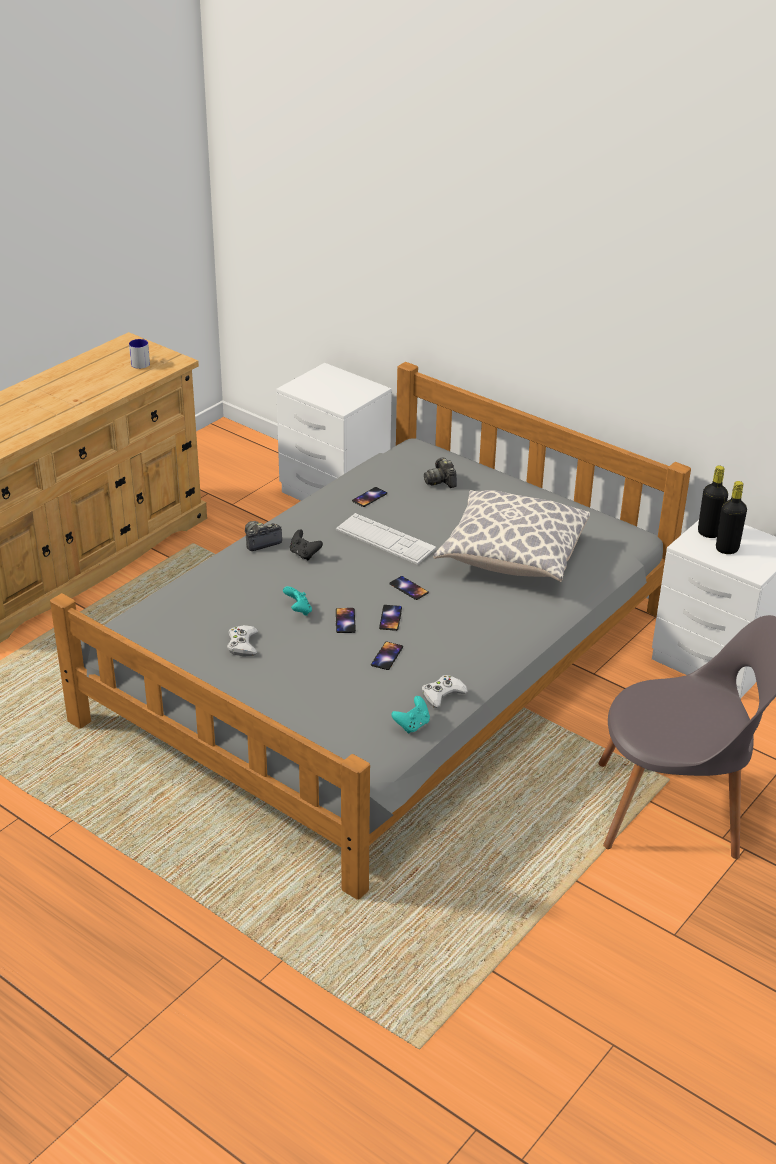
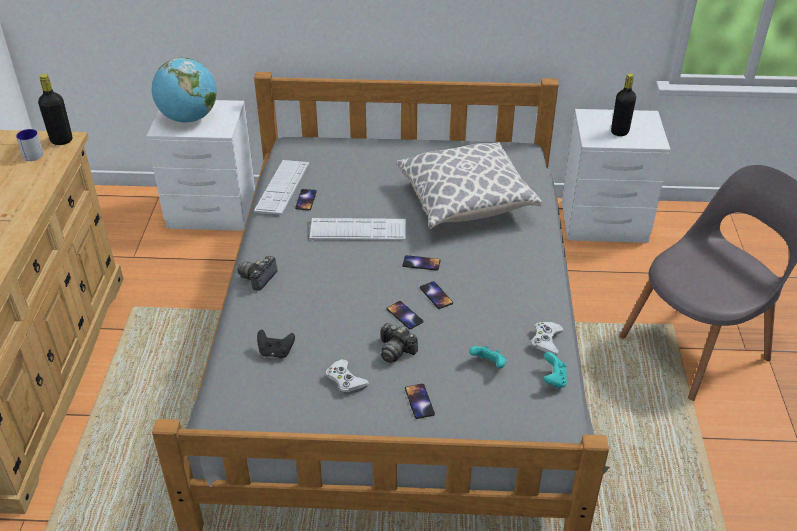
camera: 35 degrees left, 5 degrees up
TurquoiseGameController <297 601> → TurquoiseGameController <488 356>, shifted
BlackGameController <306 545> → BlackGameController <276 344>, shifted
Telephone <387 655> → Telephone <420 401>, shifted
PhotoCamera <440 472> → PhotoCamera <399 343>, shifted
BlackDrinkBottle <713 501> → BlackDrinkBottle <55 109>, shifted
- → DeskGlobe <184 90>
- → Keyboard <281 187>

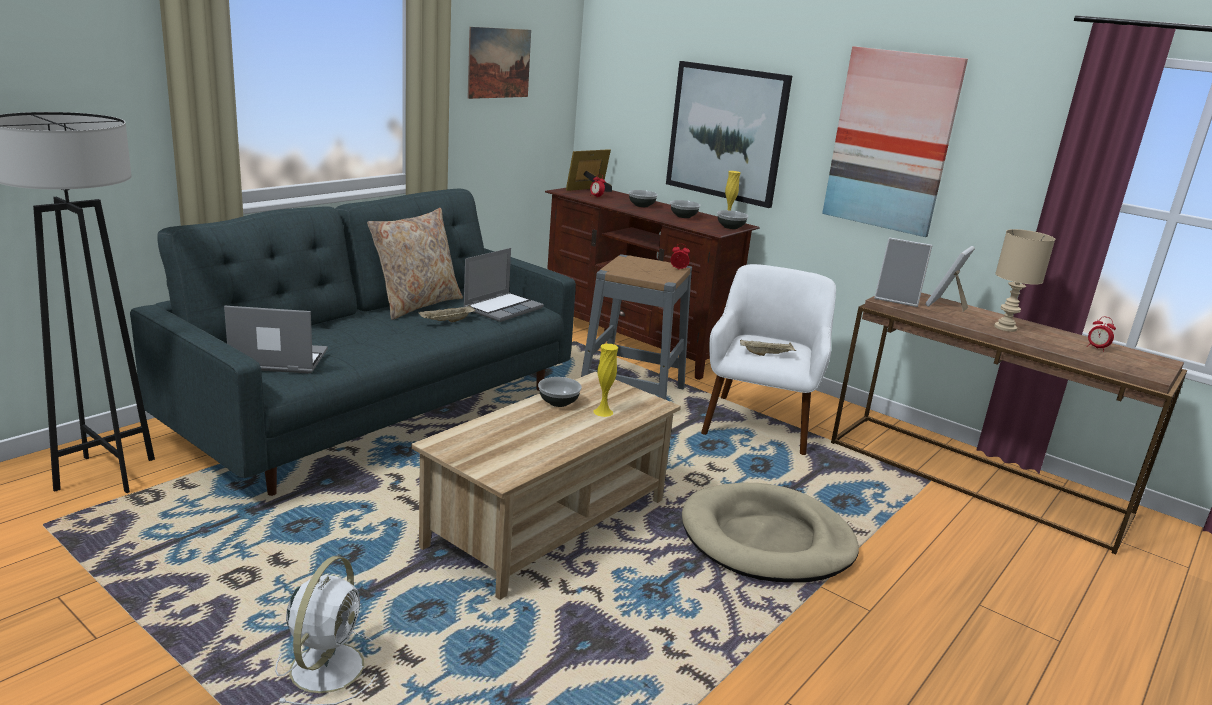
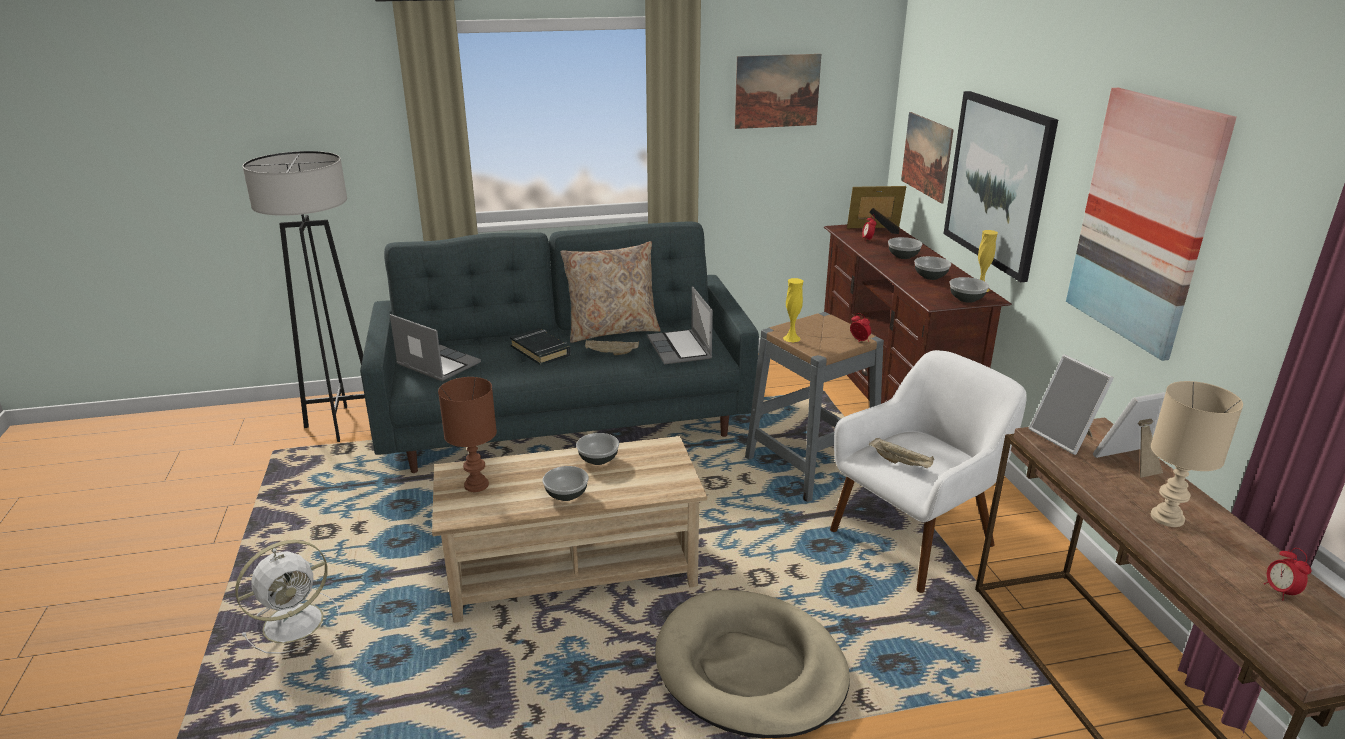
camera: 40 degrees right, 5 degrees up
NotebookComputer <503 285> → NotebookComputer <680 325>, 90 degrees clockwise
YellowColouredDecorativeVase <606 380> → YellowColouredDecorativeVase <793 310>, shifted
- → BrownishLampForATable <467 434>
- → BlackVolume <540 347>
- → ServingBowl <566 483>
- → WallArt <927 157>

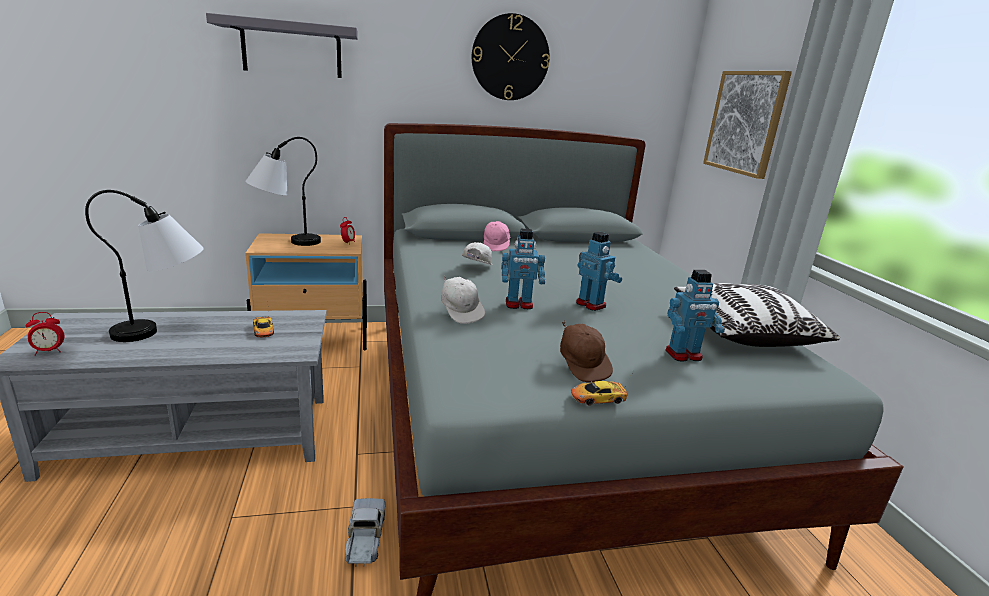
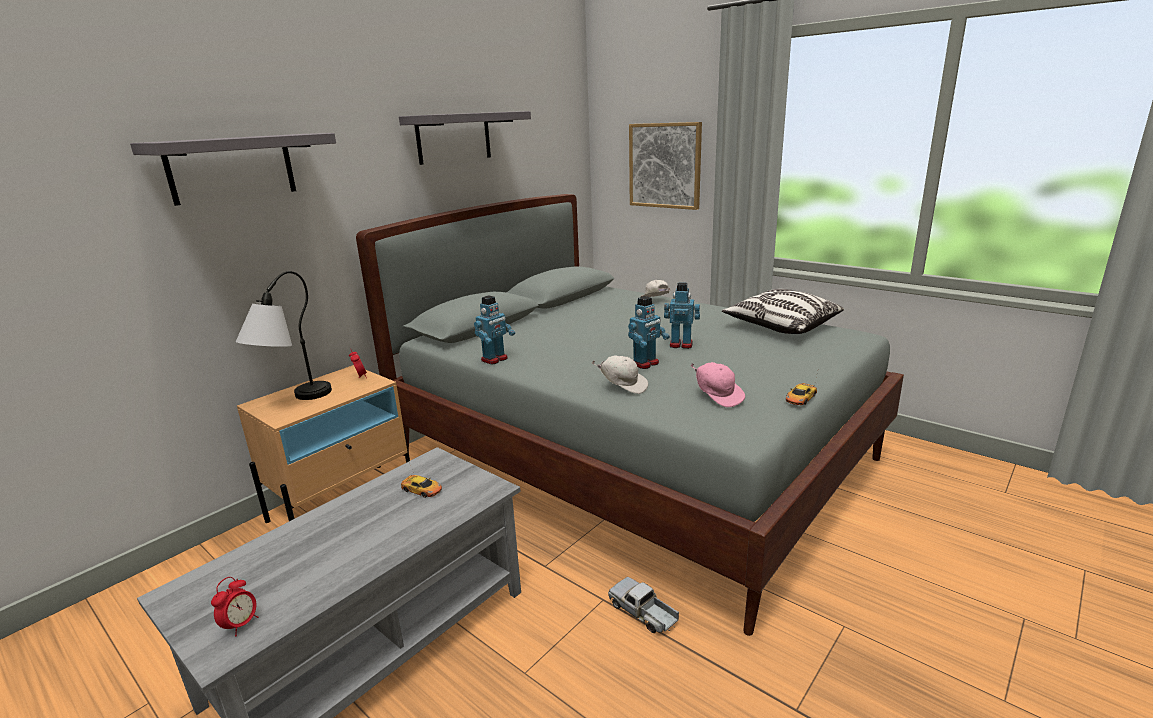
camera: 35 degrees left, 0 degrees up
LampForATable <144 266> → -
WhiteColouredCap <477 253> → WhiteColouredCap <655 288>, shifted
WallClock <511 56> → GreyWallShelf <465 138>
PinkishCap <497 236> → PinkishCap <717 384>, shifted
BrownishCap <586 351> → -
RobotFigure <695 315> → RobotFigure <494 329>, shifted

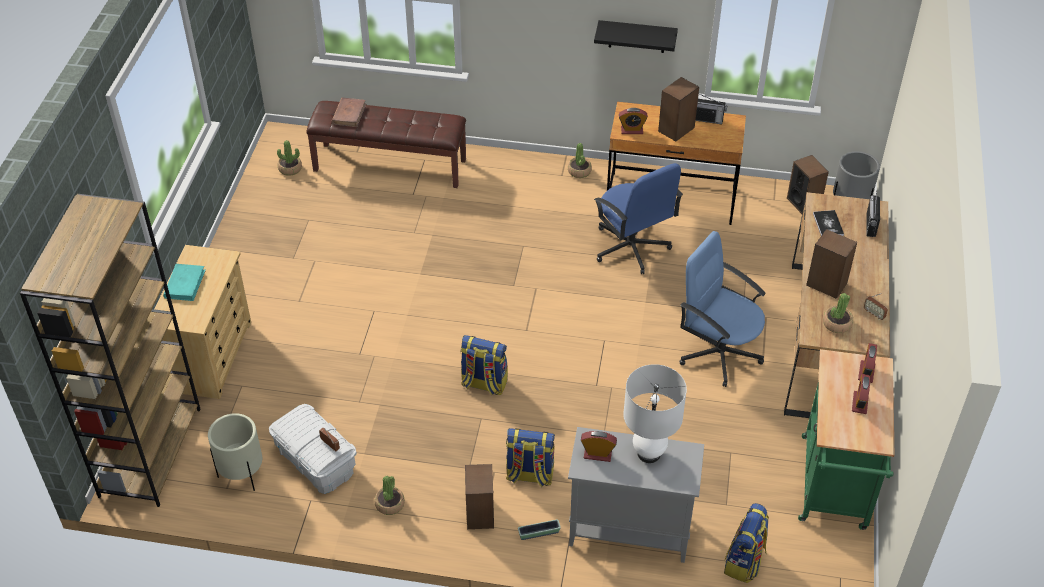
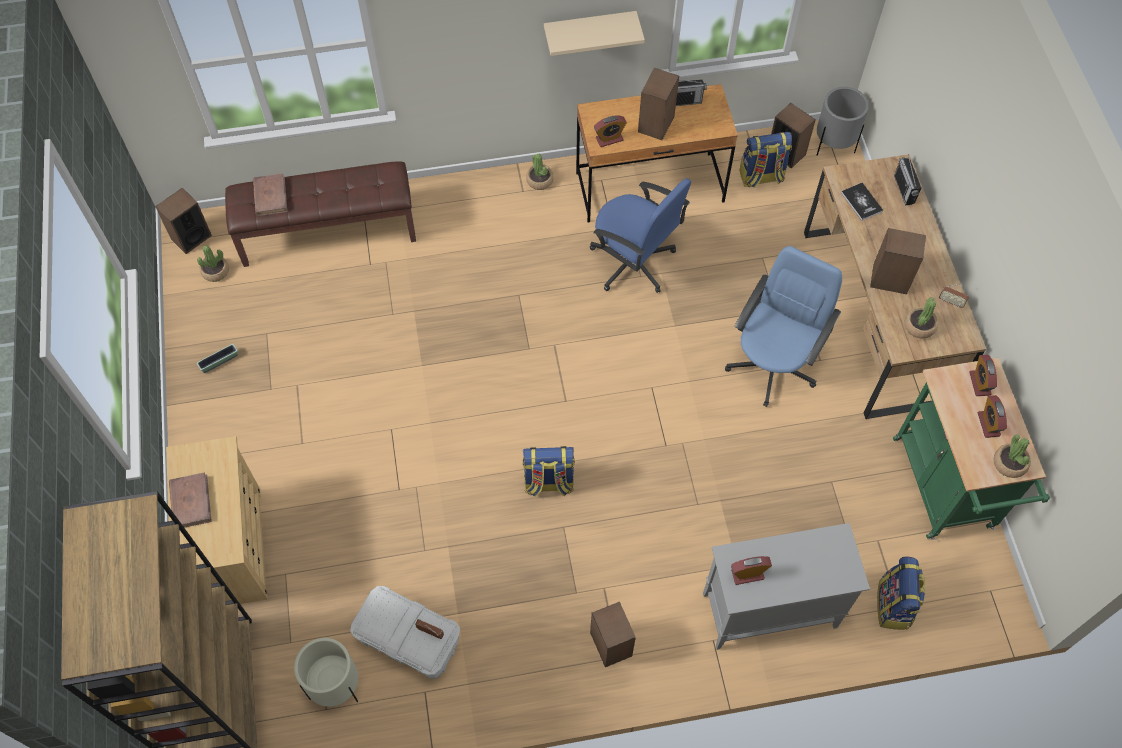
camera: 20 degrees left, 15 degrees up
TurquoiseVolume <184 282> → BrownishVolume <190 500>
Houseplant <389 495> → Houseplant <1012 456>, shifted
Knapsack <530 457> → Knapsack <766 160>, shifted
PlantPot <539 529> → PlantPot <217 358>, shifted
BlackWallShelf <636 36> → BeigeWallShelf <594 33>
WhiteColouredLampForATable <655 413> → -
BlueColouredOfficeChair <723 309> → BlueColouredOfficeChair <783 326>, 105 degrees clockwise
- → AudioSpeaker <183 221>

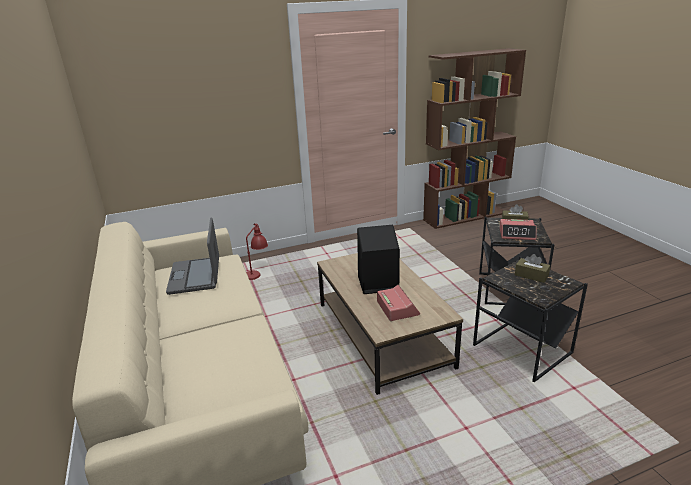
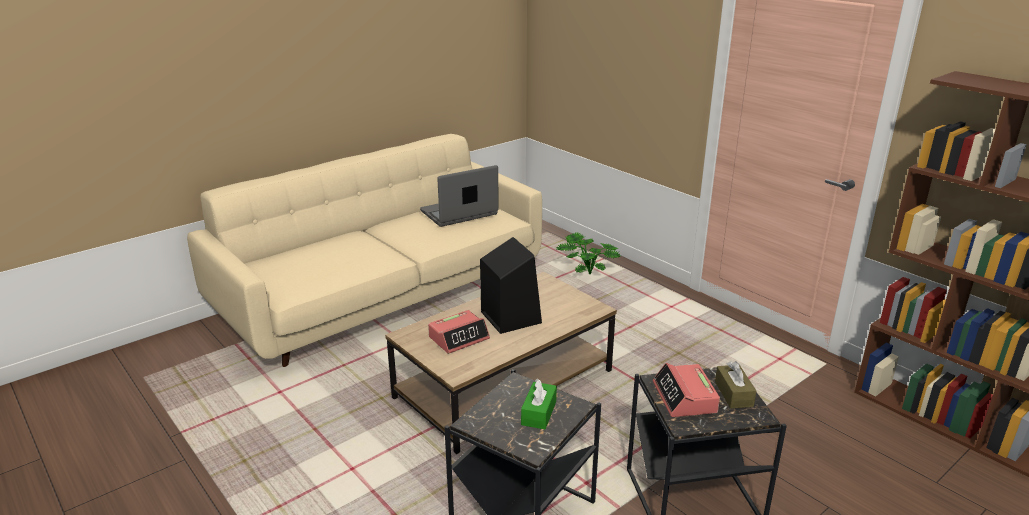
camera: 70 degrees right, 0 degrees up
ReddishLampForATable <257 251> → Houseplant <588 253>
BrownishBoxOfTissues <532 268> → GreenishBoxOfTissues <539 404>

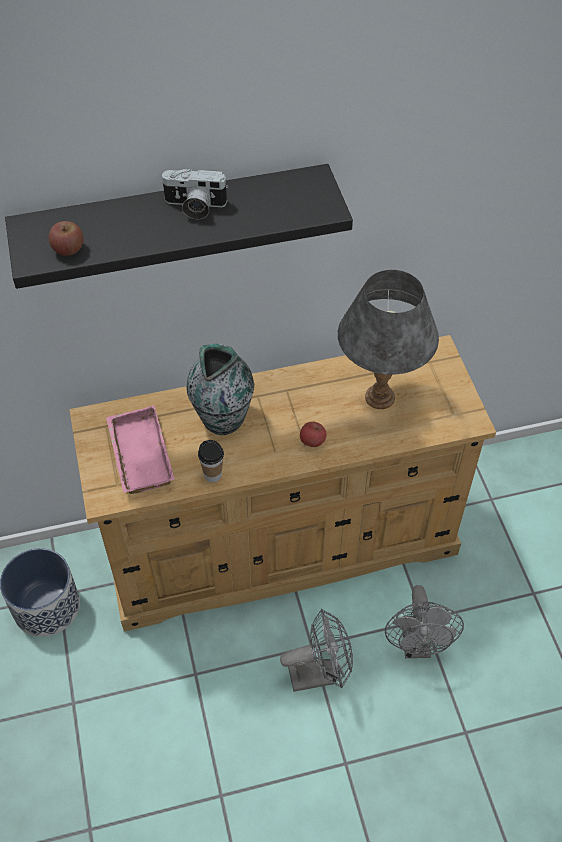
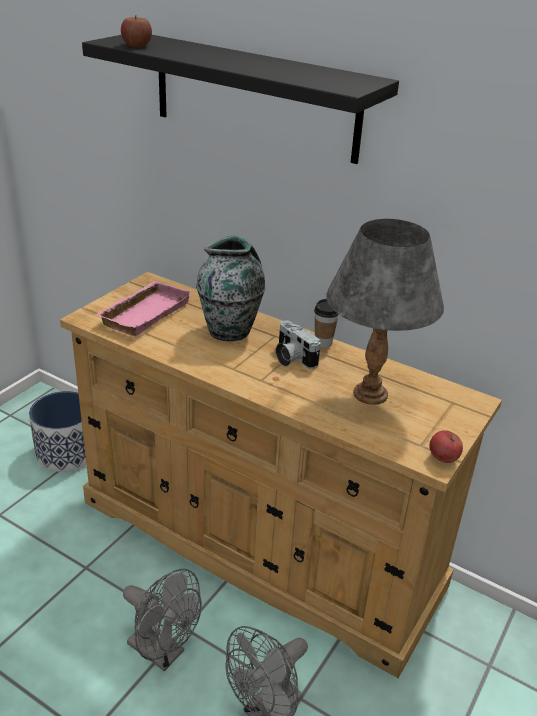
camera: 45 degrees right, 20 degrees down
PhotoCamera <194 194> → PhotoCamera <298 344>, shifted
DrinkingCup <211 461> → DrinkingCup <326 323>, shifted
Apple <313 434> → Apple <446 446>, shifted

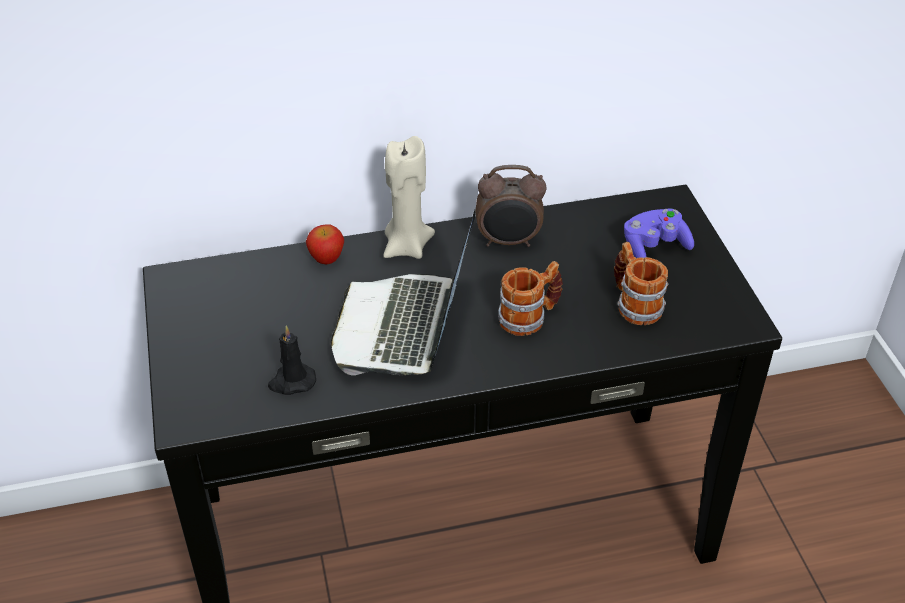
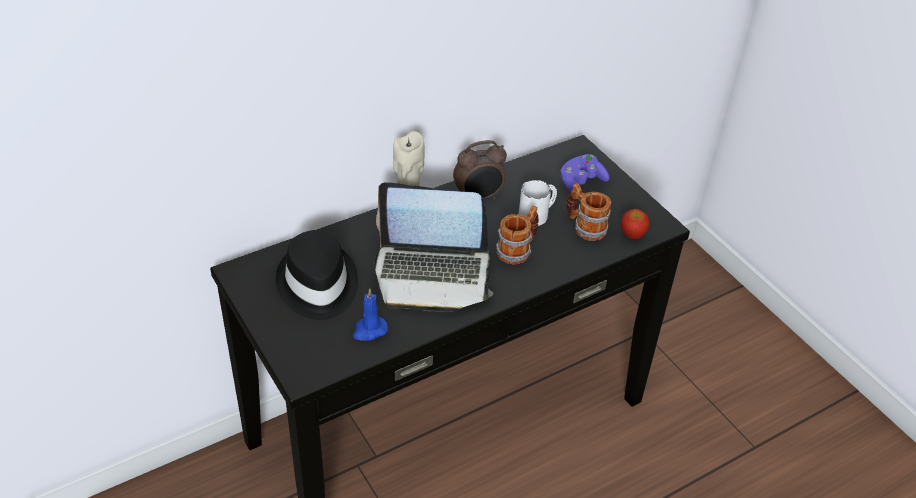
camera: 20 degrees left, 0 degrees up
BlackWaxLight <292 360> → BlueColouredWaxLight <370 314>
Apple <325 244> → Apple <635 224>, shifted
NotebookComputer <403 292> → NotebookComputer <434 247>, 75 degrees counterclockwise
- → BlackWearableHat <317 275>
- → WhiteColouredCoffeeMug <538 203>

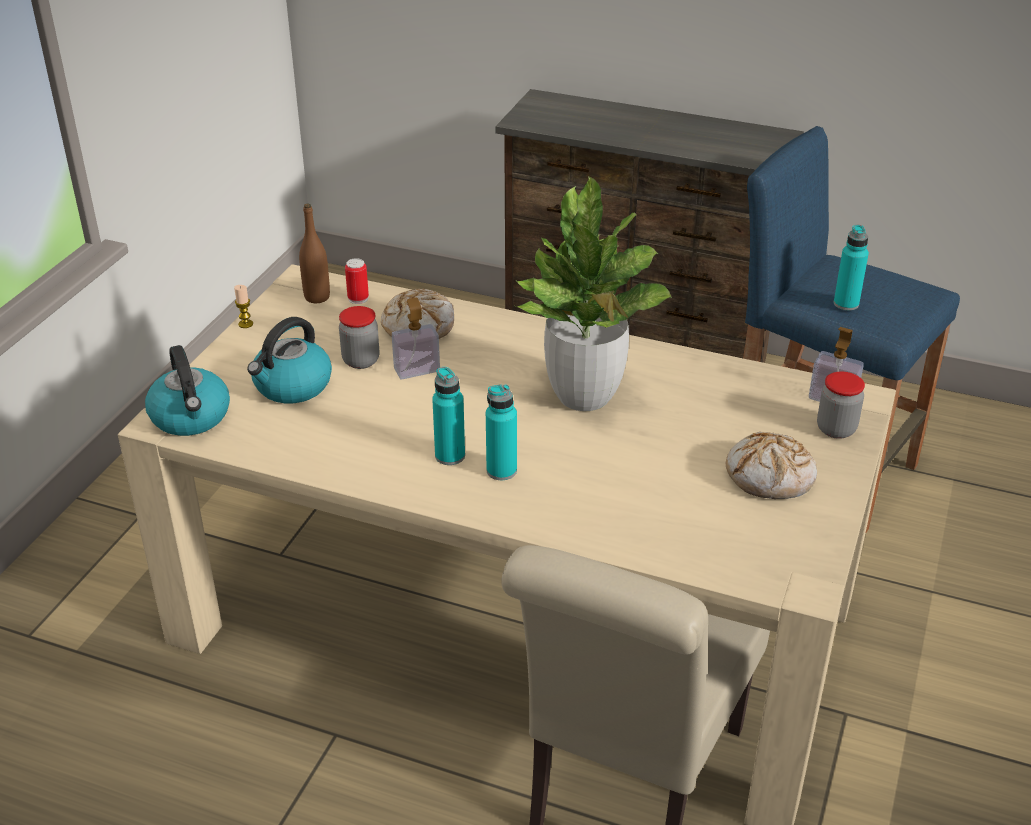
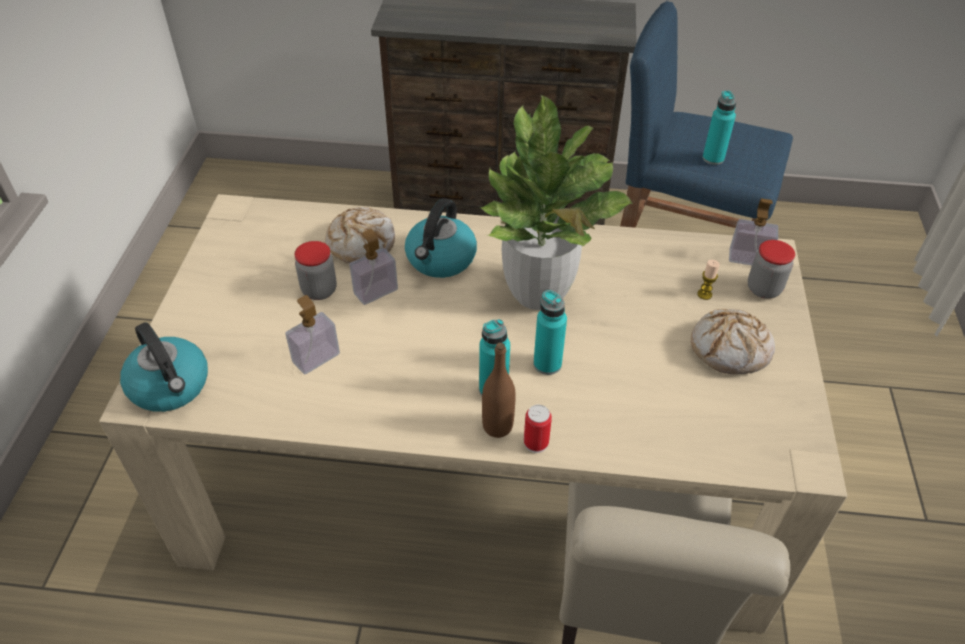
camera: 15 degrees left, 10 degrees up
WaxLight <243 306> → WaxLight <708 280>, shifted
WaterKettle <289 360> → WaterKettle <441 238>, shifted
BrownishDrinkBottle <314 253> → BrownishDrinkBottle <499 390>, shifted
MetalCan <357 281> → MetalCan <538 429>, shifted
TurquoiseDrinkBottle <448 416> → TurquoiseDrinkBottle <550 332>, shifted
- → SoapDispenser <312 335>

